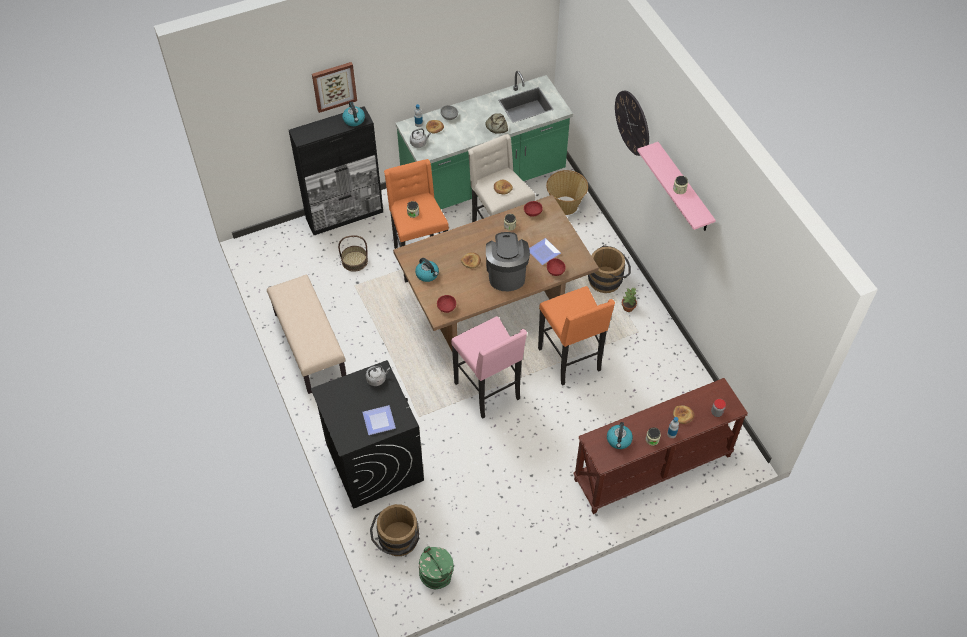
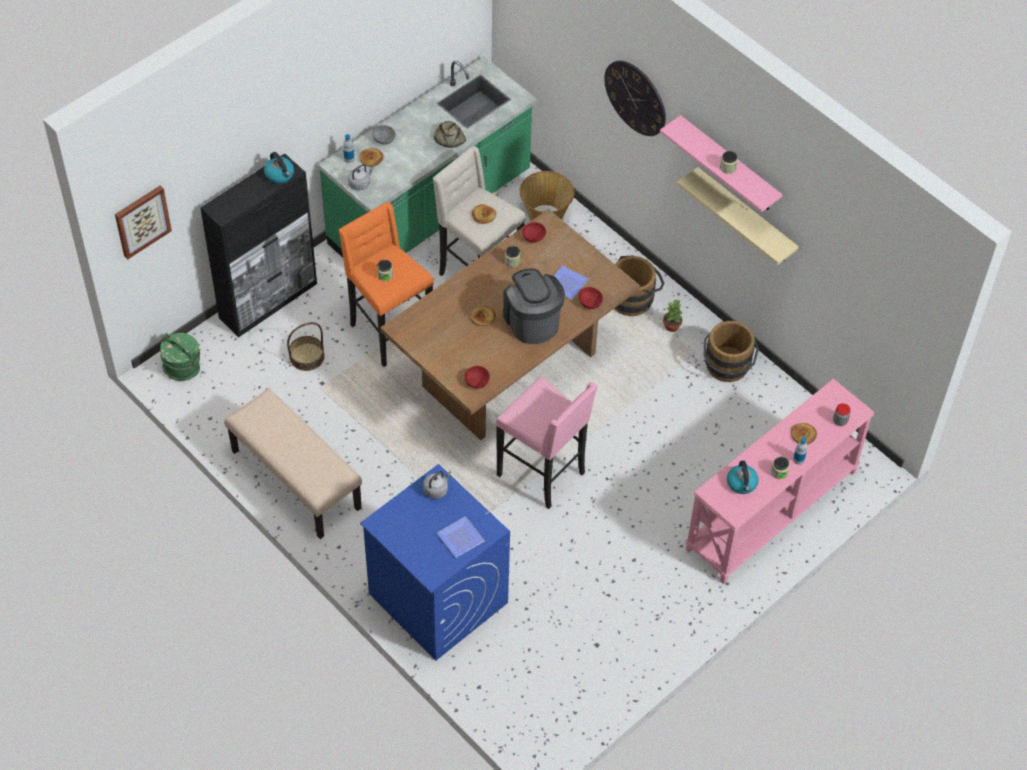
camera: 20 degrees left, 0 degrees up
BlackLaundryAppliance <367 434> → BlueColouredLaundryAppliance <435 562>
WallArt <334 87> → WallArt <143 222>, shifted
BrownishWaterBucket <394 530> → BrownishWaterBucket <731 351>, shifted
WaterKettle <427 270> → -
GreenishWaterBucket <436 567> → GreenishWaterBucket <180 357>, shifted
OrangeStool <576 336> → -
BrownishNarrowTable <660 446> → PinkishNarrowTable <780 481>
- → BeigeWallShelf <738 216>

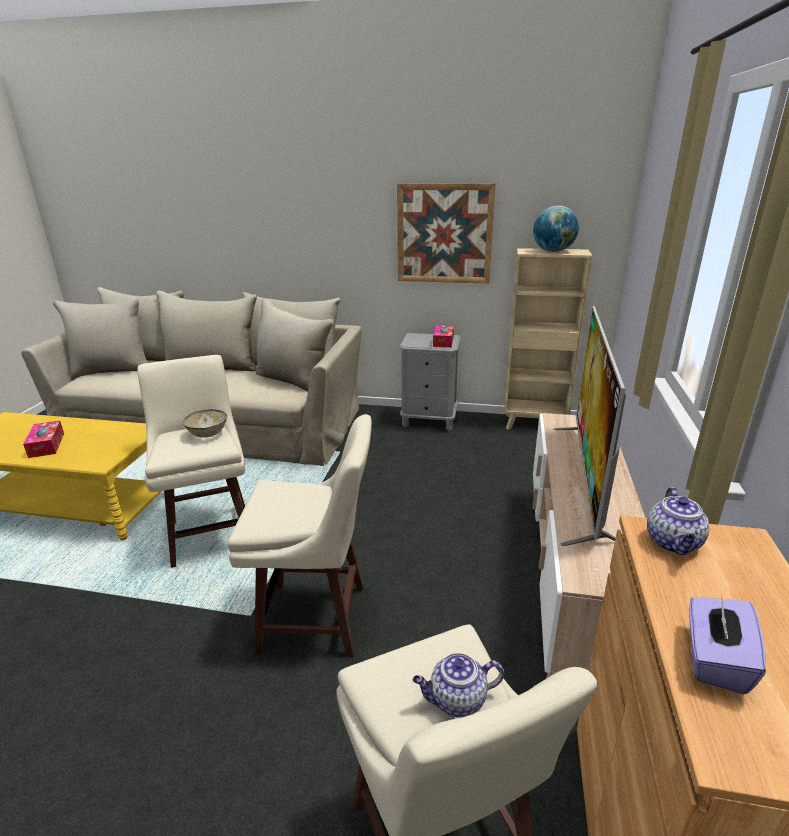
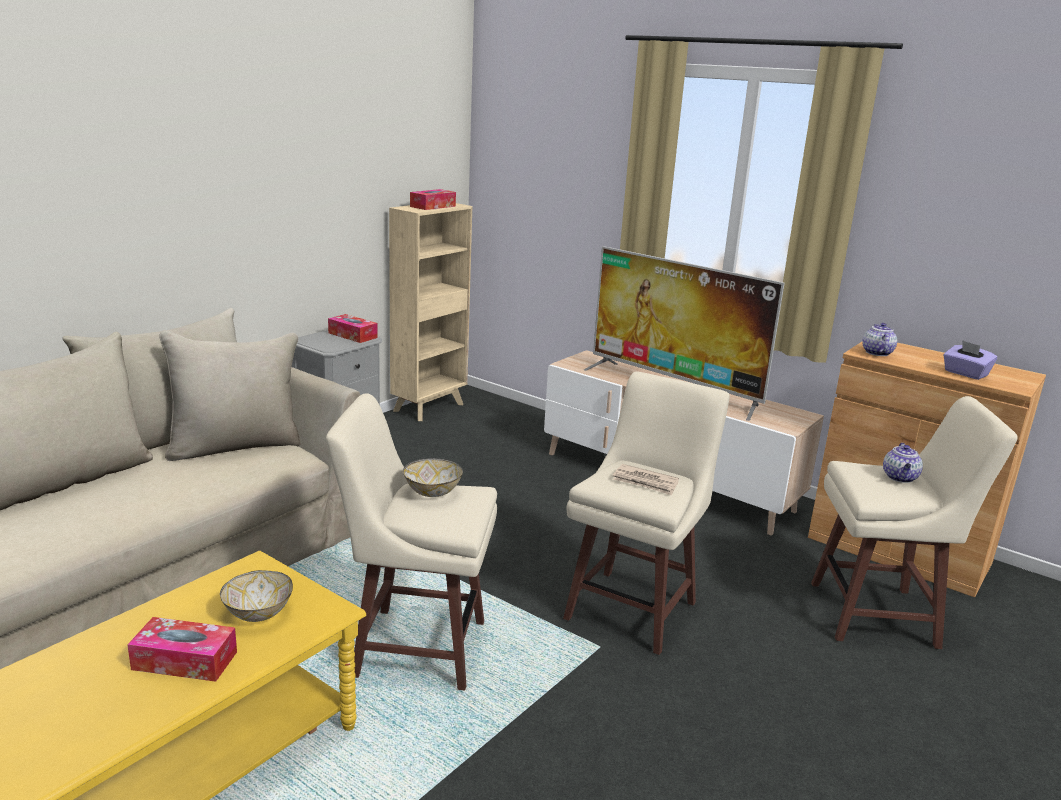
camera: 65 degrees left, 5 degrees down
WallArt <446 233> → -
DeskGlobe <556 228> → BoxOfTissues <433 199>
Teapot <678 521> → Teapot <879 339>, 120 degrees counterclockwise
- → ServingBowl <256 596>
- → DailyPaper <646 479>

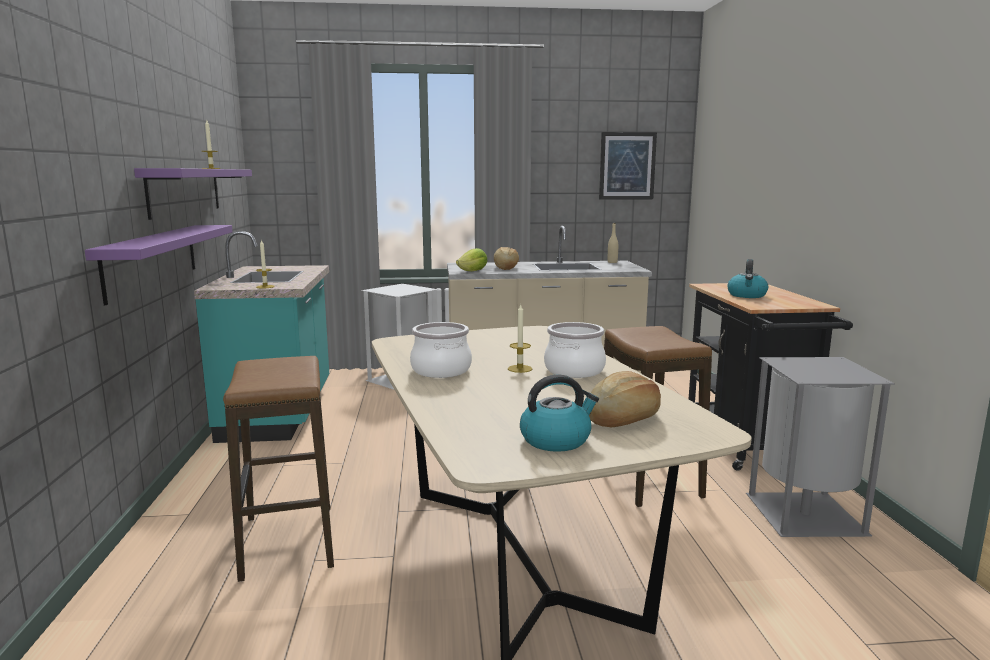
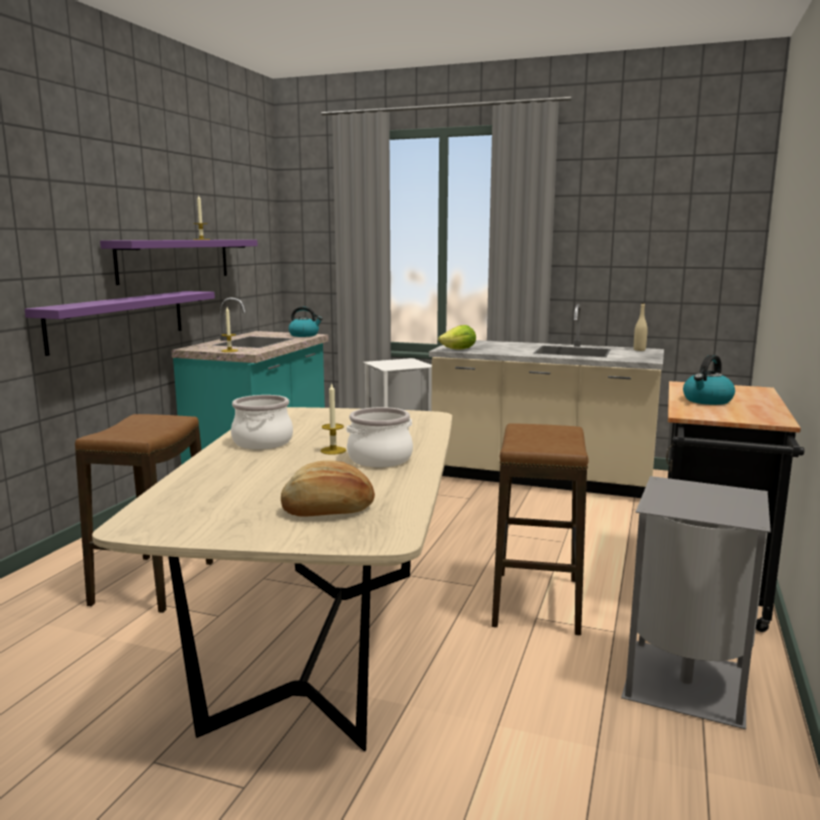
camera: 25 degrees right, 0 degrees up
BakeryBread <506 258> → -
WaterKettle <559 413> → WaterKettle <305 322>, shifted
WallArt <628 166> → -

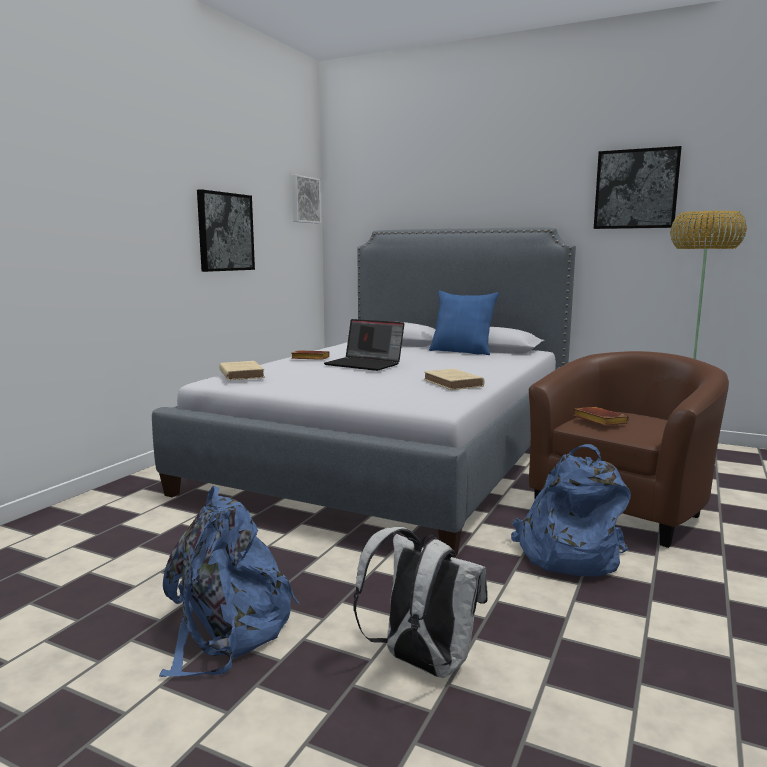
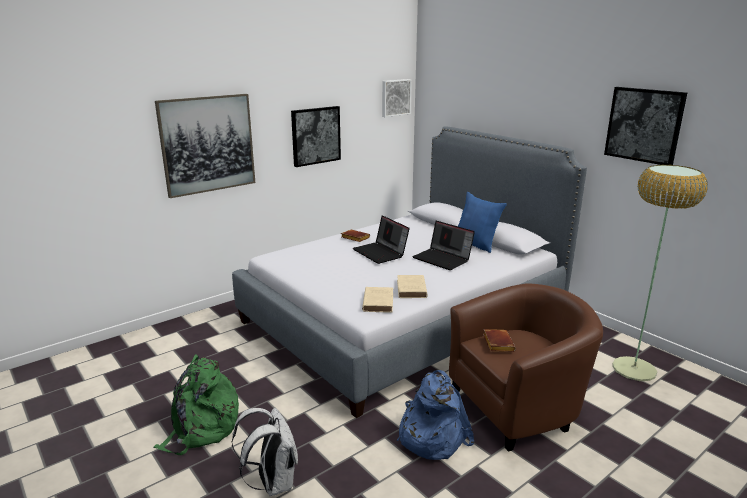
camera: 25 degrees right, 10 degrees up
BlueColouredKnapsack <229 581> → GreenishKnapsack <196 405>
BeigeVolume <242 370> → BeigeVolume <377 300>, shifted
- → WallArt <205 146>
- → NotebookComputer <444 245>

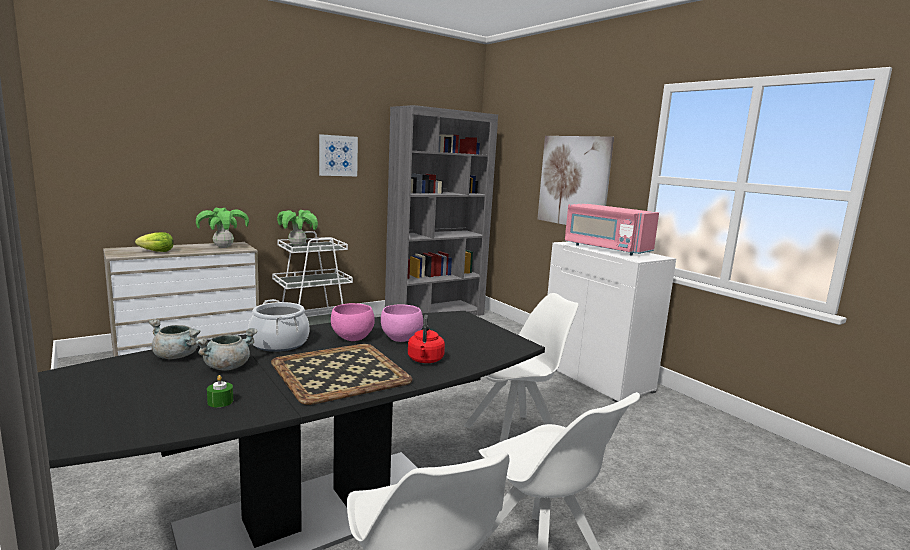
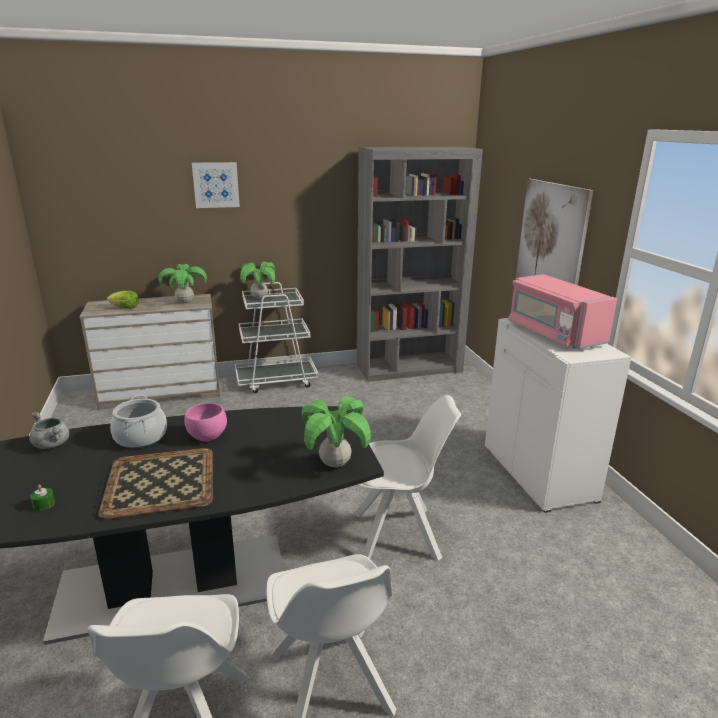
camera: 20 degrees right, 10 degrees up
GreyStockpot <227 349> → -
WallArt <338 155> → WallArt <216 185>, shifted
PinkishServingBowl <402 323> → -
ReddishWaterKettle <426 339> → -
- → Houseplant <336 431>

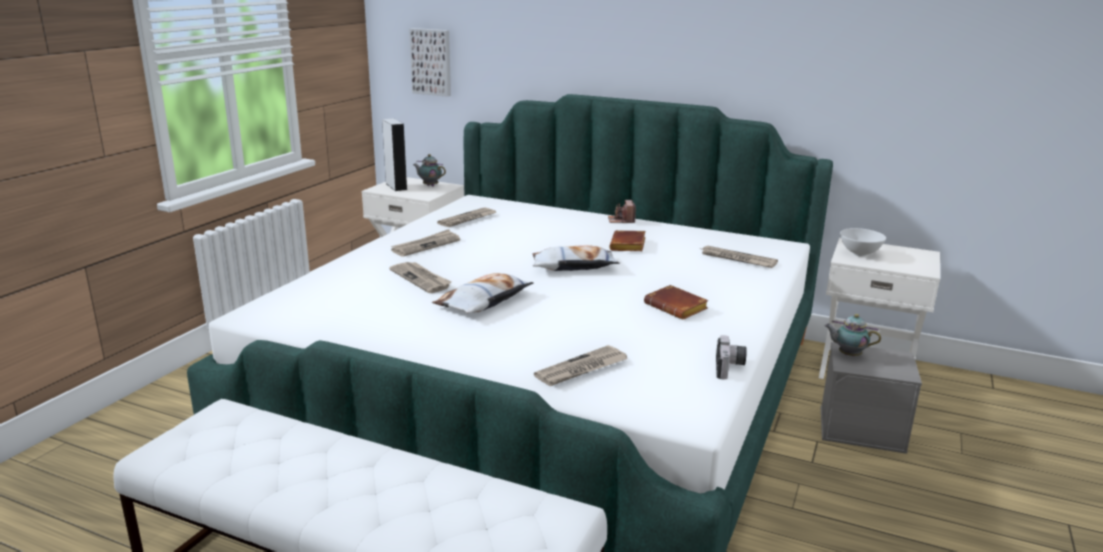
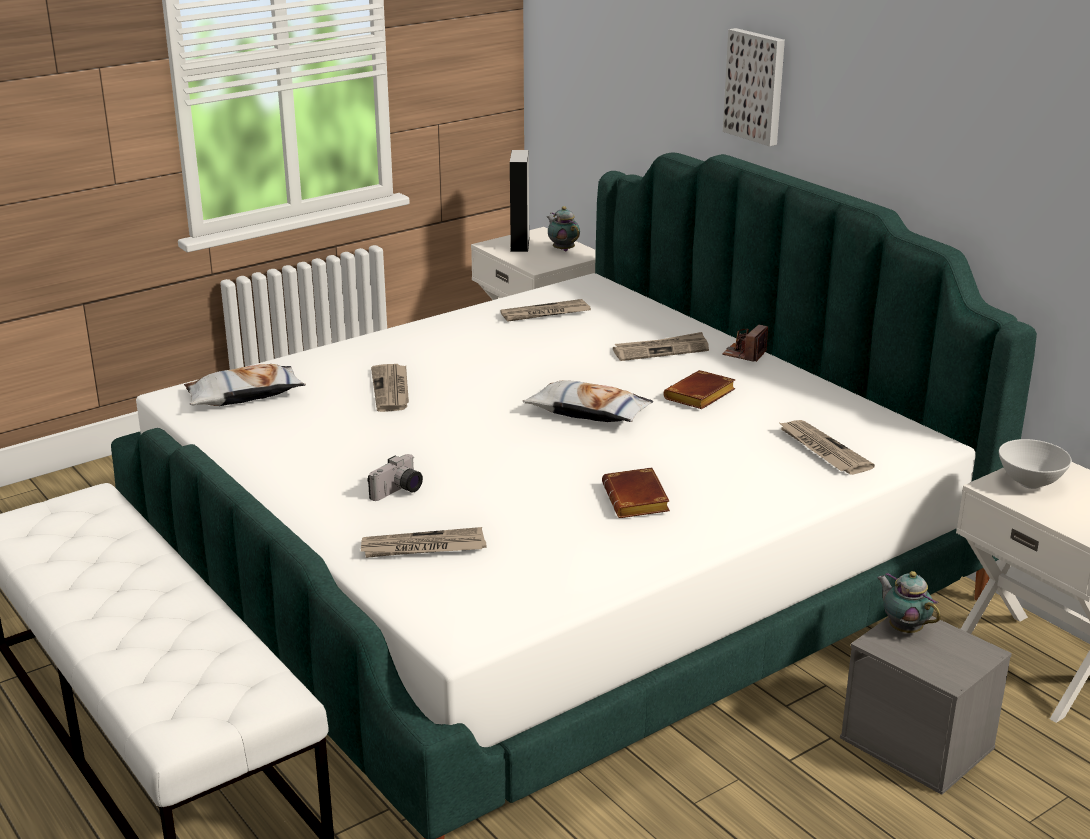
camera: 30 degrees right, 5 degrees up
DailyPaper <425 243> → DailyPaper <661 346>, shifted
WallArt <430 62> → WallArt <754 87>, shifted
ThrowPillow <483 293> → ThrowPillow <245 385>, shifted
PhotoCamera <731 357> → PhotoCamera <395 477>, shifted

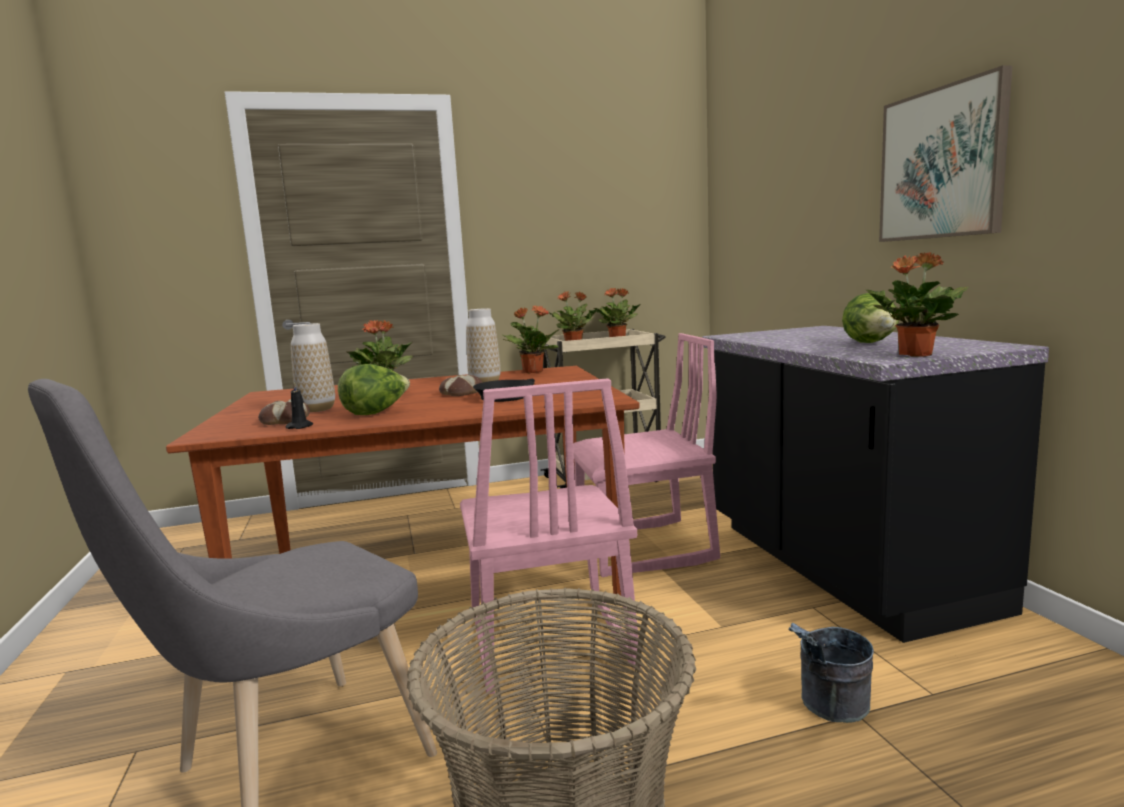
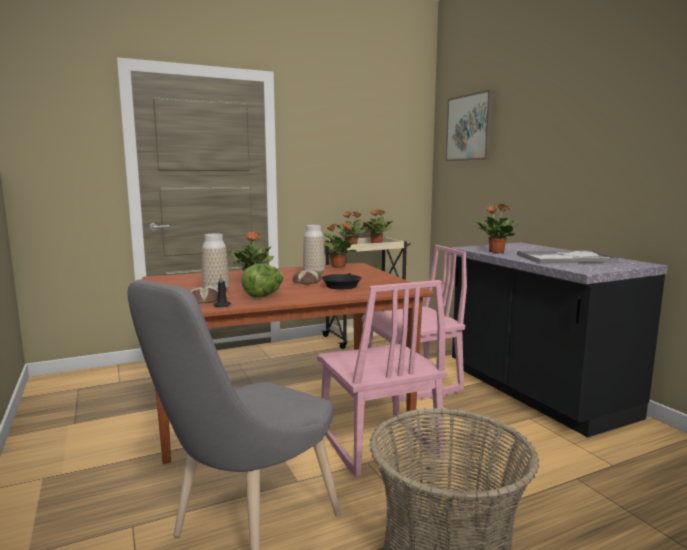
camera: 10 degrees left, 0 degrees up
GreyWaterBucket <831 673> → -
LettuceHead <870 318> → Tray <567 257>
Houseplant <917 304> → Houseplant <497 228>, shifted
WallArt <945 153> → WallArt <470 125>, shifted

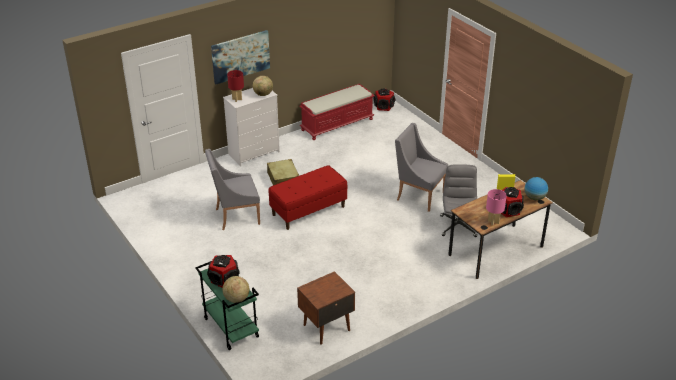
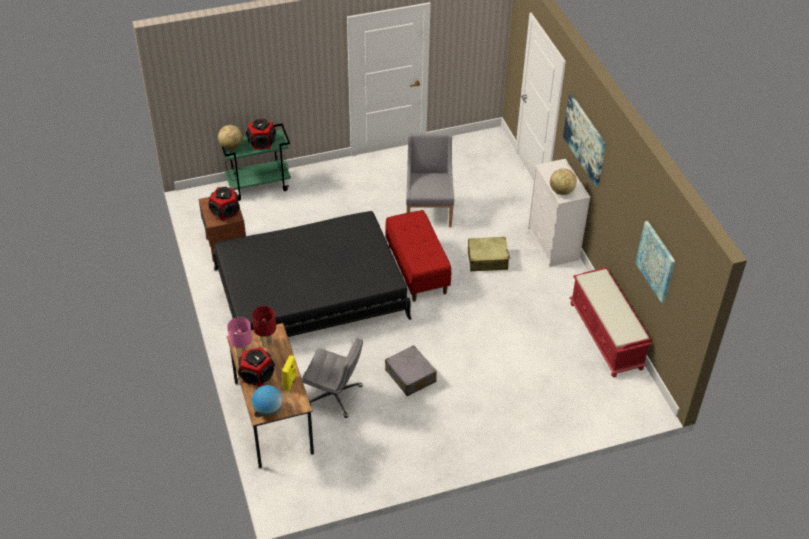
camera: 105 degrees right, 10 degrees up
ReddishLampForATable <235 86> → ReddishLampForATable <264 326>, shifted
AudioSpeaker <384 100> → AudioSpeaker <224 204>, shifted
GreyArmchair <421 167> → GreyTravelCase <411 370>
- → BlackBed <312 274>
- → WallArt <655 262>

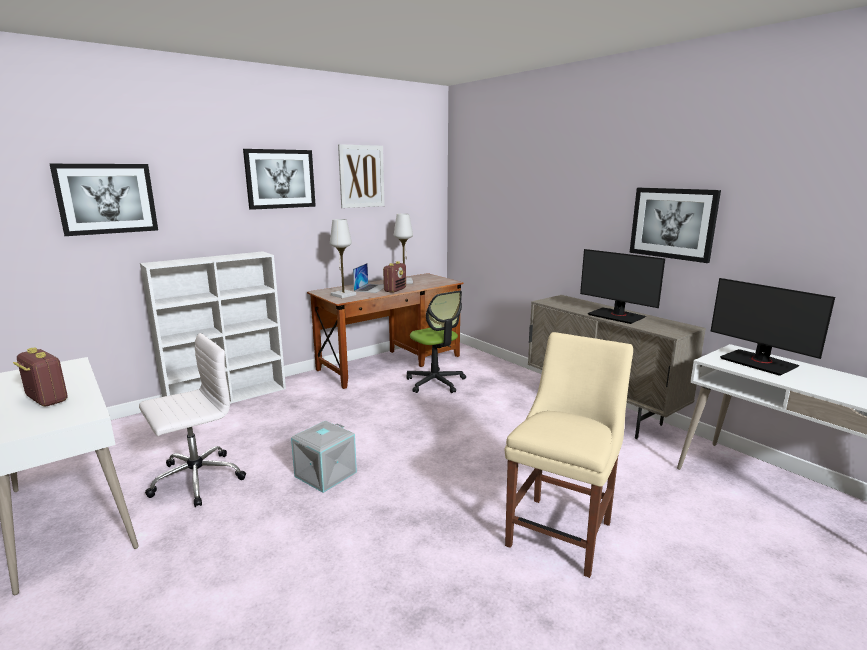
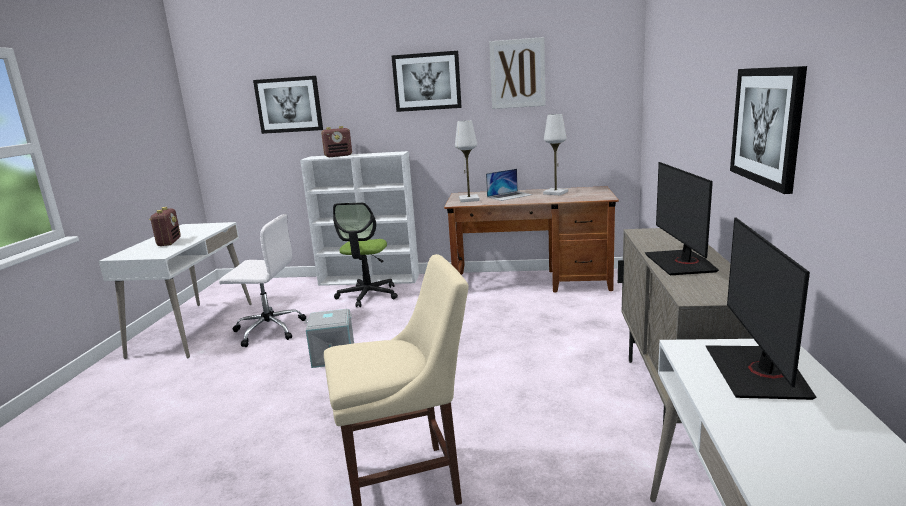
camera: 45 degrees right, 0 degrees up
Radio <394 277> → Radio <336 141>, shifted
OfficeChair <436 341> → OfficeChair <365 254>, shifted

